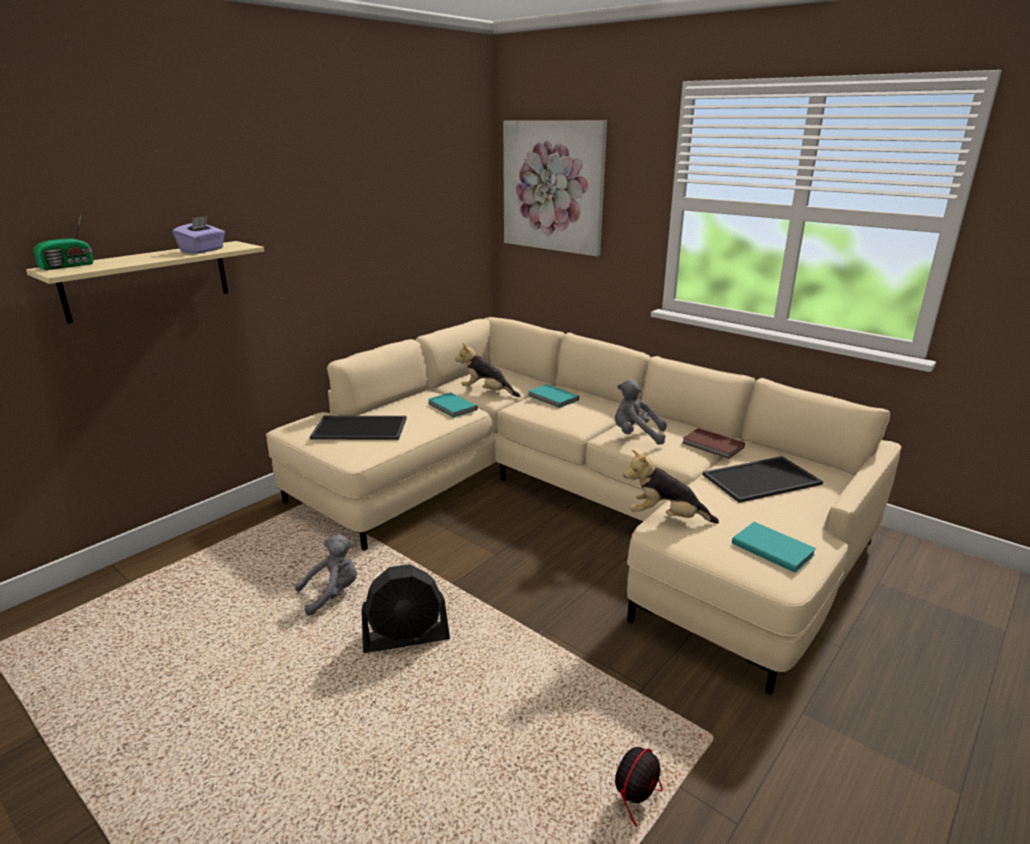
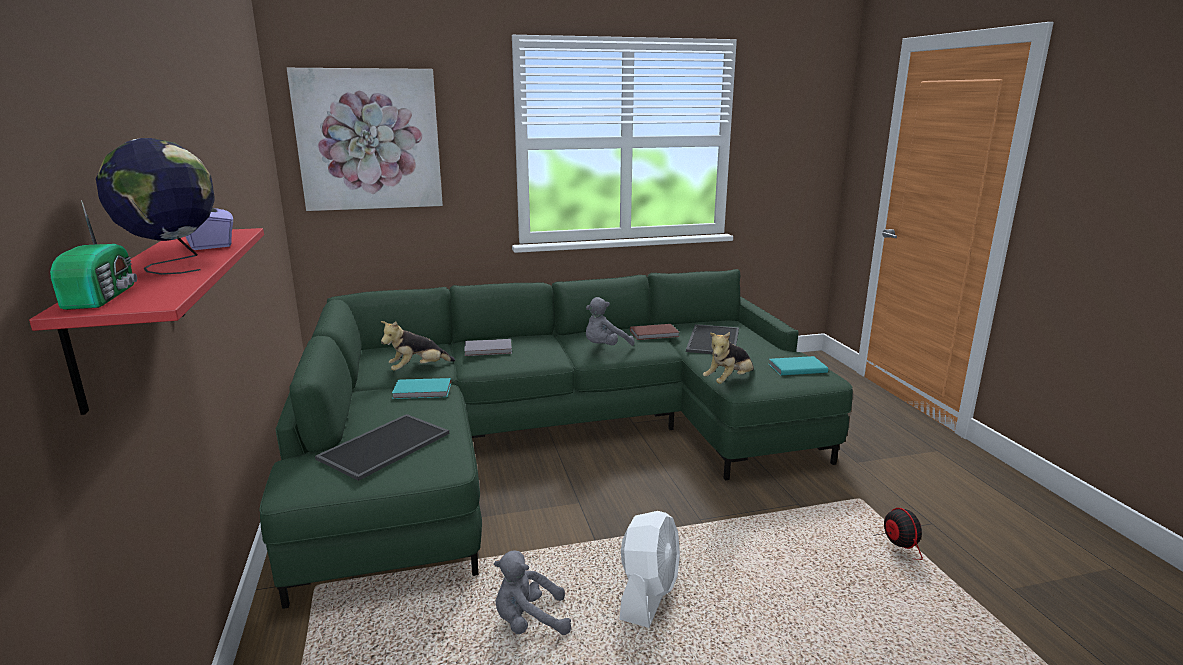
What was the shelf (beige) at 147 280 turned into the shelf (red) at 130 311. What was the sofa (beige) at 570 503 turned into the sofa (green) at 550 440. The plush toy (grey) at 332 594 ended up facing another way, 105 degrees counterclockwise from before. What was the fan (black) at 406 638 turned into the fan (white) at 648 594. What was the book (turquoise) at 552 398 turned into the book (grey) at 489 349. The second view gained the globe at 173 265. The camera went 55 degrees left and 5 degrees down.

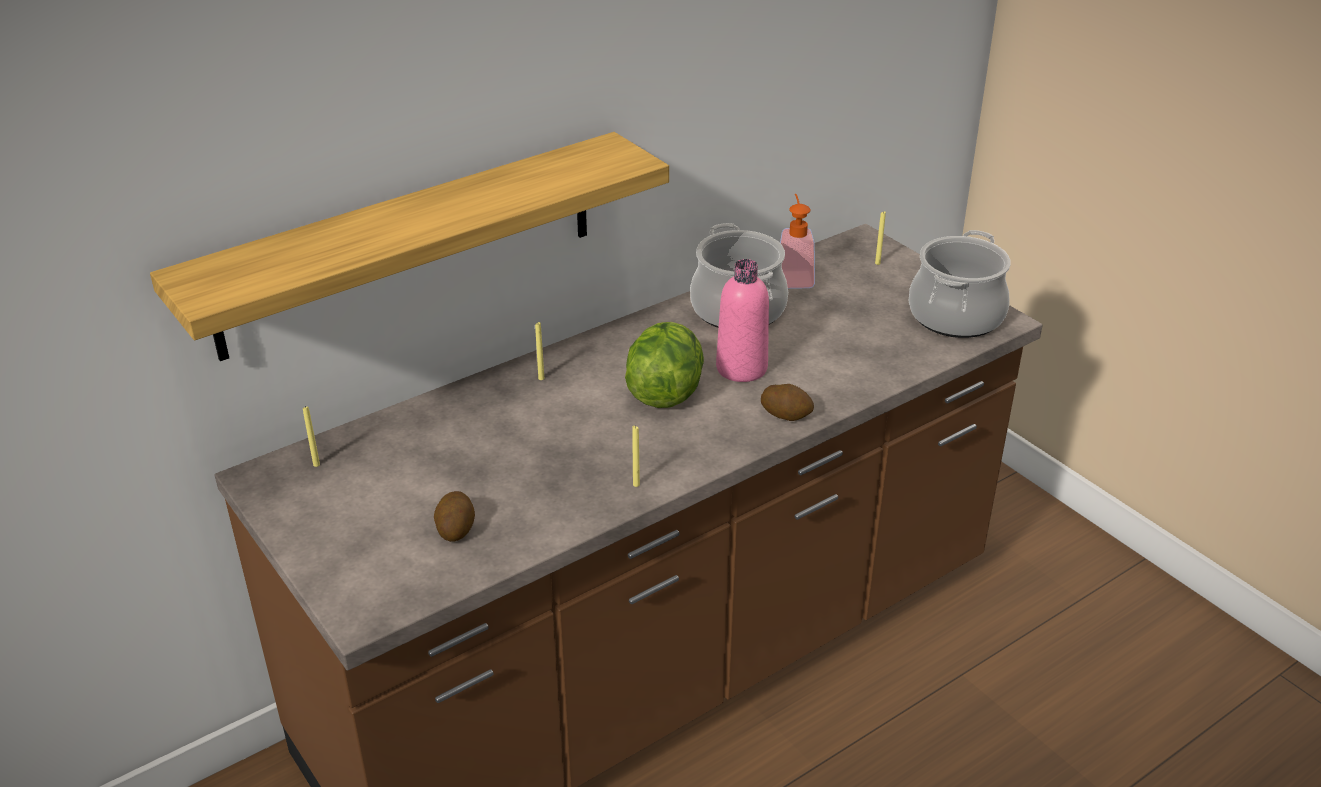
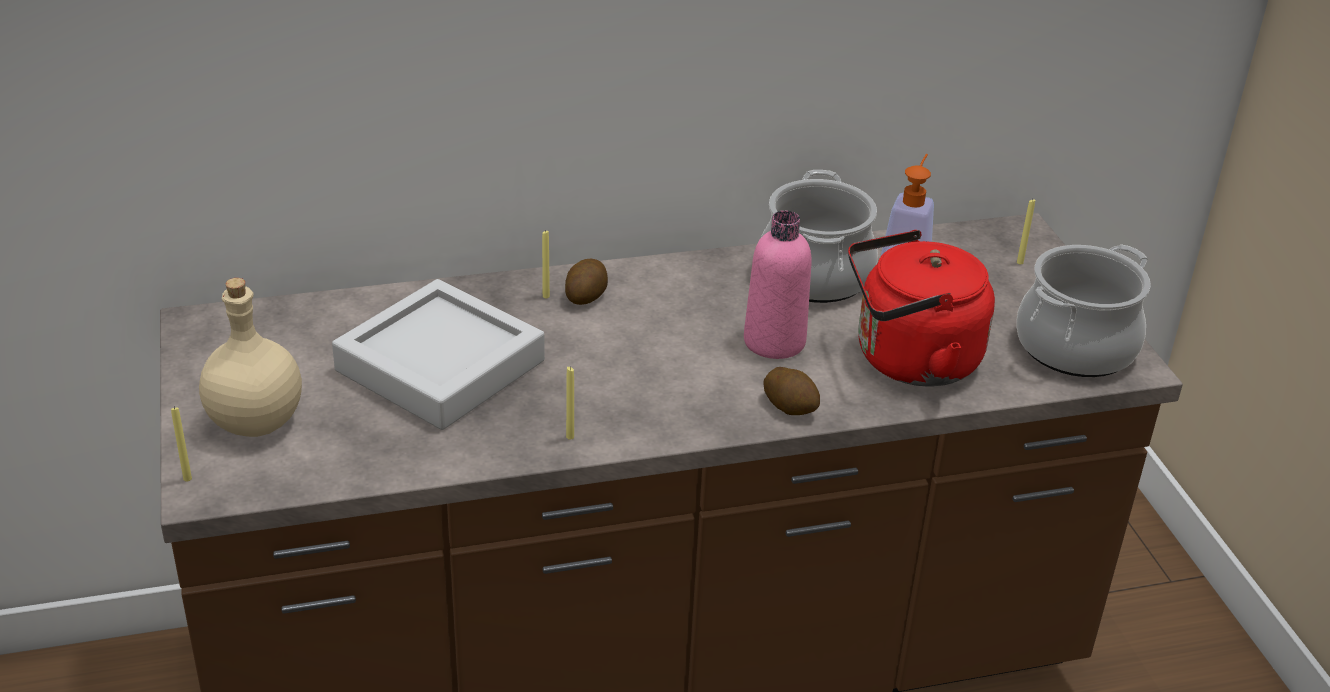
The second view lost the shelf at 409 244. The candle (yellow) ended up elsewhere, having gone from 316 464 to 187 478. The potato ended up elsewhere, having gone from 455 528 to 586 295. The second view lost the lettuce at 665 392. The second view gained the bottle (beige) at 254 423. The second view gained the tray (grey) at 440 366. The second view gained the kettle (red) at 909 361. The camera went 20 degrees right and 0 degrees up.

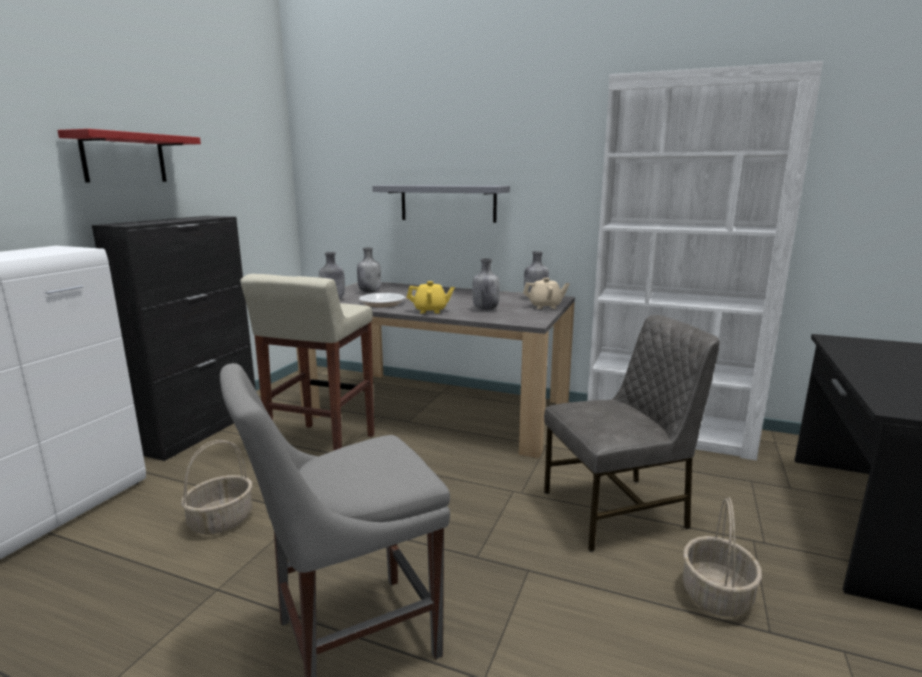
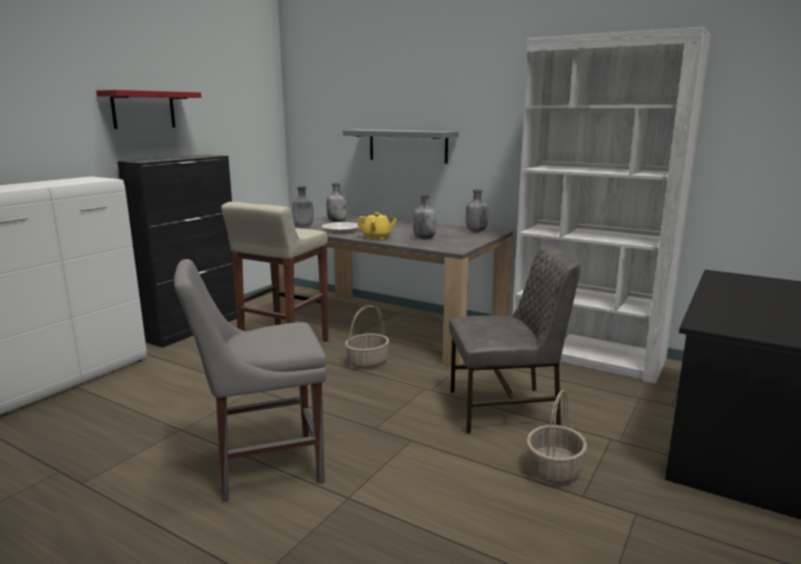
The basket ended up elsewhere, having gone from 222 520 to 367 362. The second view lost the teapot (beige) at 545 306. The camera went 10 degrees right and 0 degrees up.

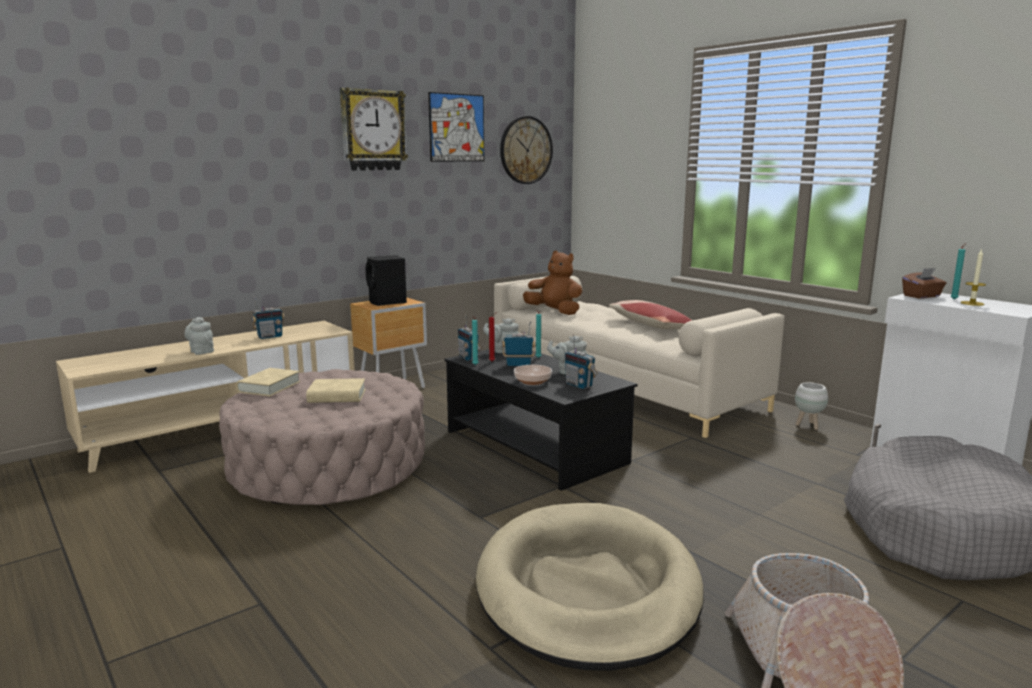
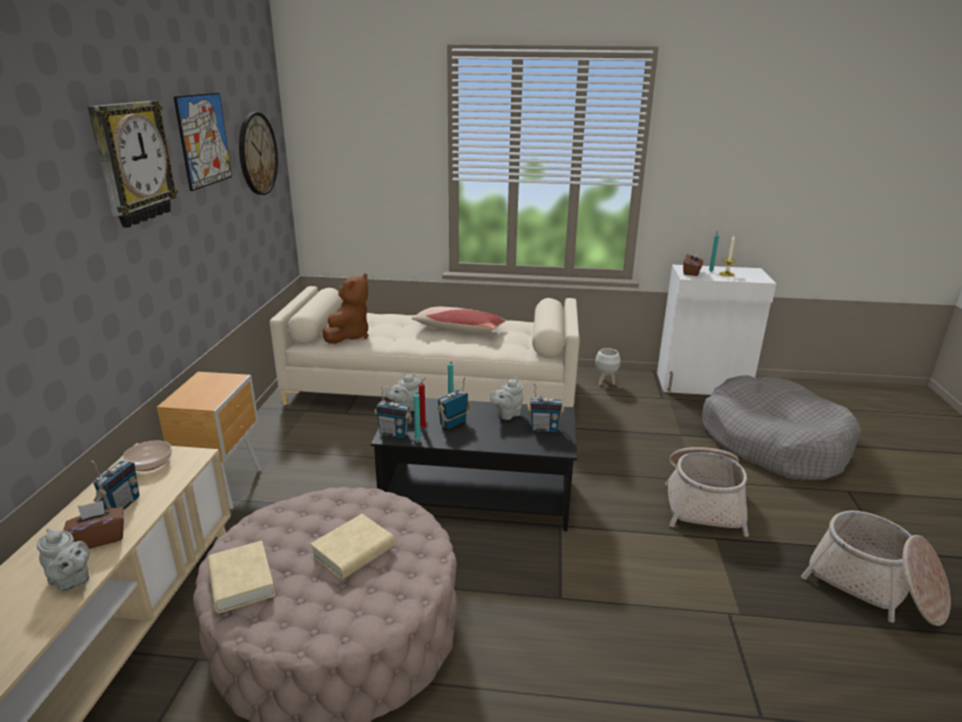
The teapot (grey) at 201 351 ended up facing another way, 150 degrees counterclockwise from before. The second view lost the speaker (black) at 387 302. The second view lost the dog bed (beige) at 587 590. The bowl ended up elsewhere, having gone from 532 381 to 149 464. The plush toy (brown) at 554 312 ended up facing another way, 120 degrees clockwise from before. The second view gained the tissue box (brown) at 99 538. The second view gained the basket at 703 501. The camera went 45 degrees left and 10 degrees up.

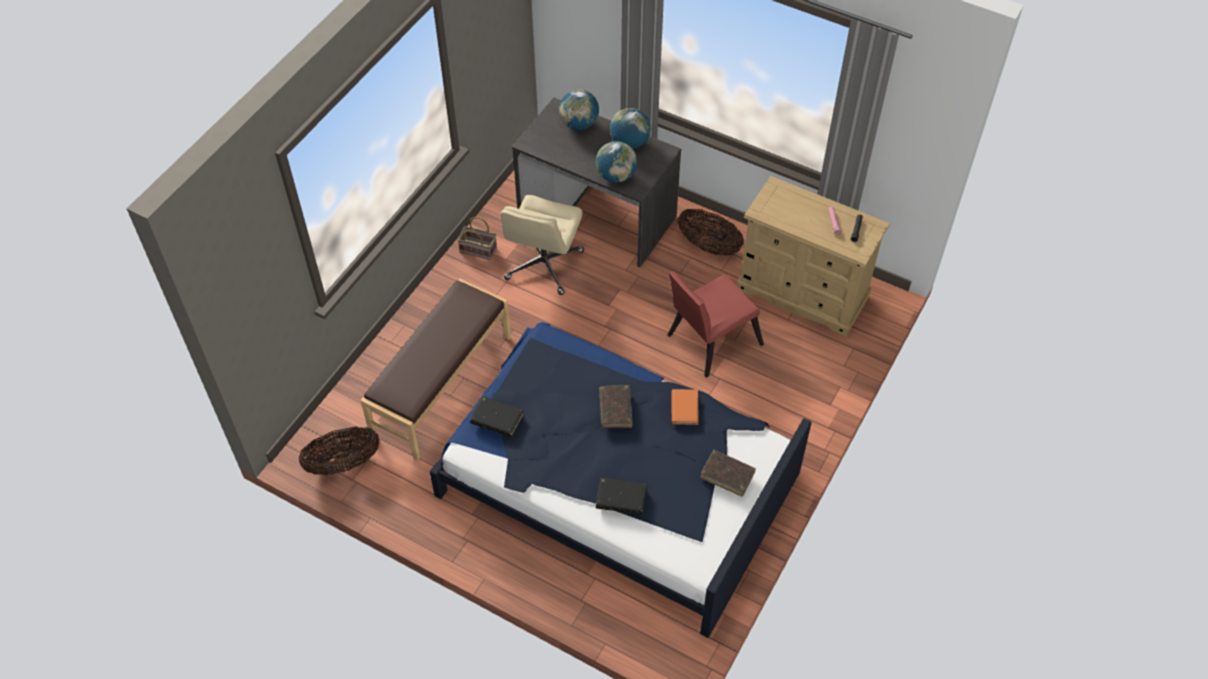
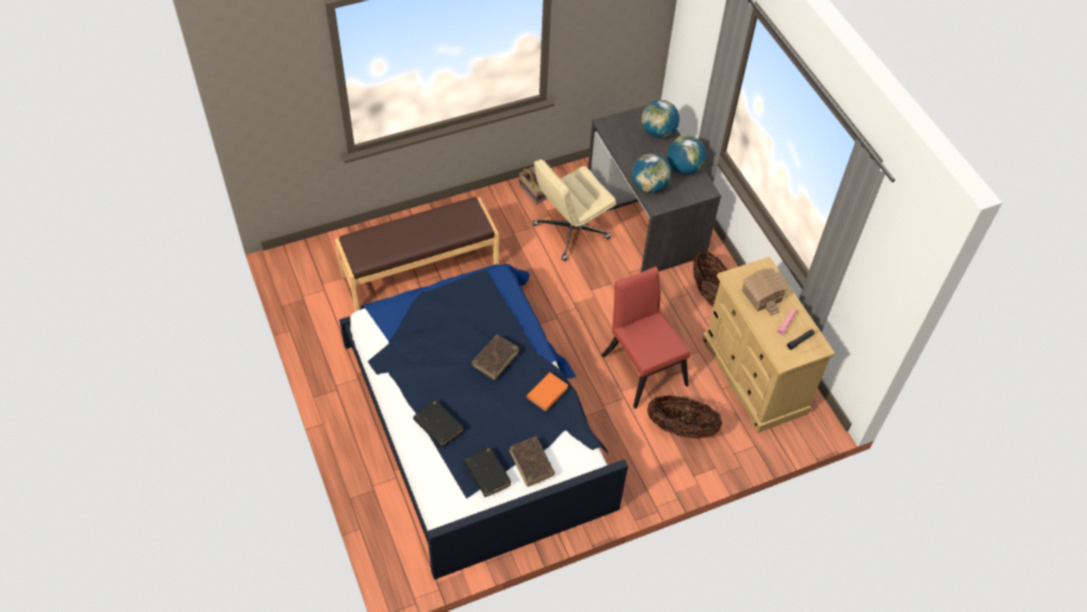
The basket ended up elsewhere, having gone from 343 463 to 681 428. The book (black) ended up elsewhere, having gone from 497 420 to 487 474. The chair (red) at 709 341 ended up facing another way, 60 degrees clockwise from before. The second view gained the toy house at 762 295. The camera went 35 degrees right and 0 degrees up.

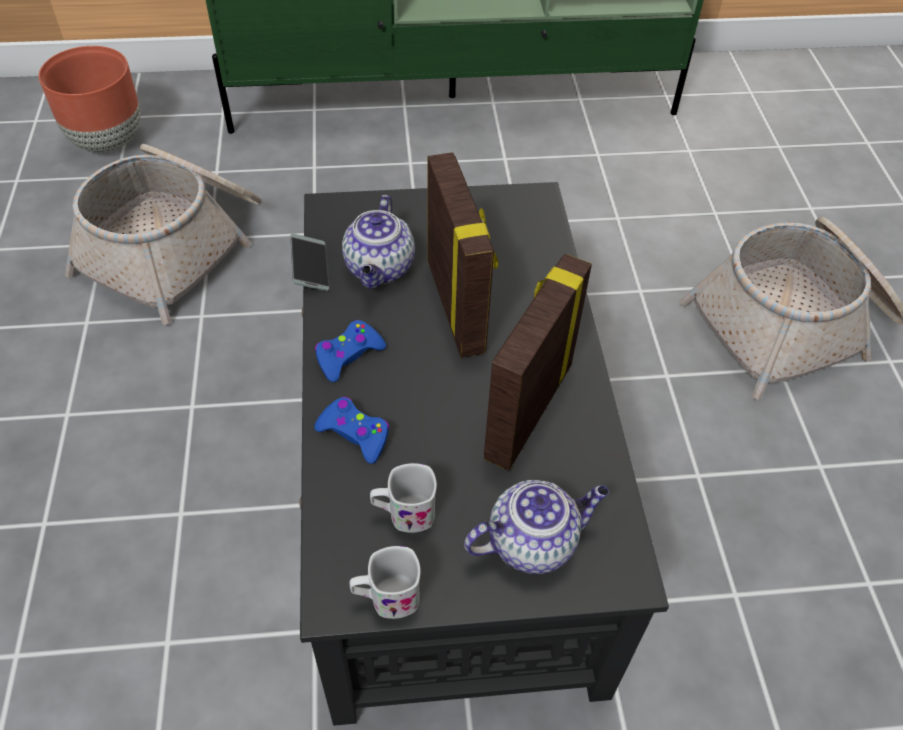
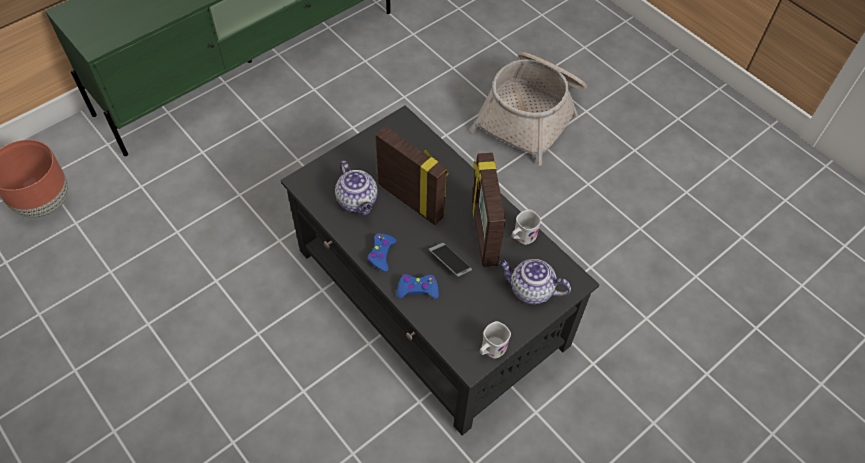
The second view lost the basket at 177 246. The phone ended up elsewhere, having gone from 310 268 to 450 262. The mug (white) ended up elsewhere, having gone from 404 514 to 522 237. The teapot at 533 541 ended up facing another way, 105 degrees counterclockwise from before. The camera went 35 degrees left and 5 degrees up.

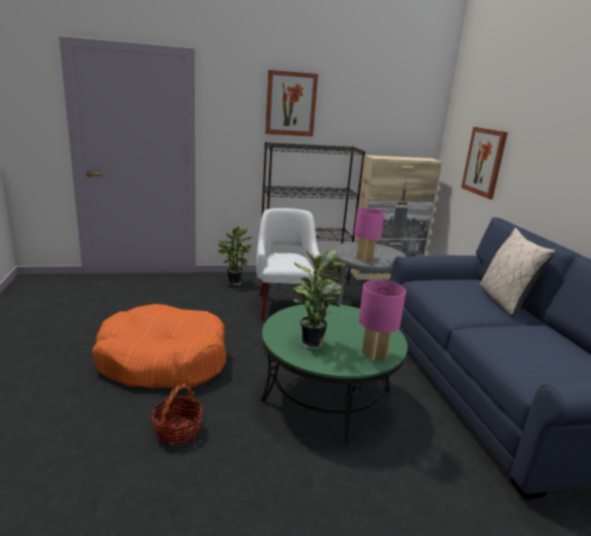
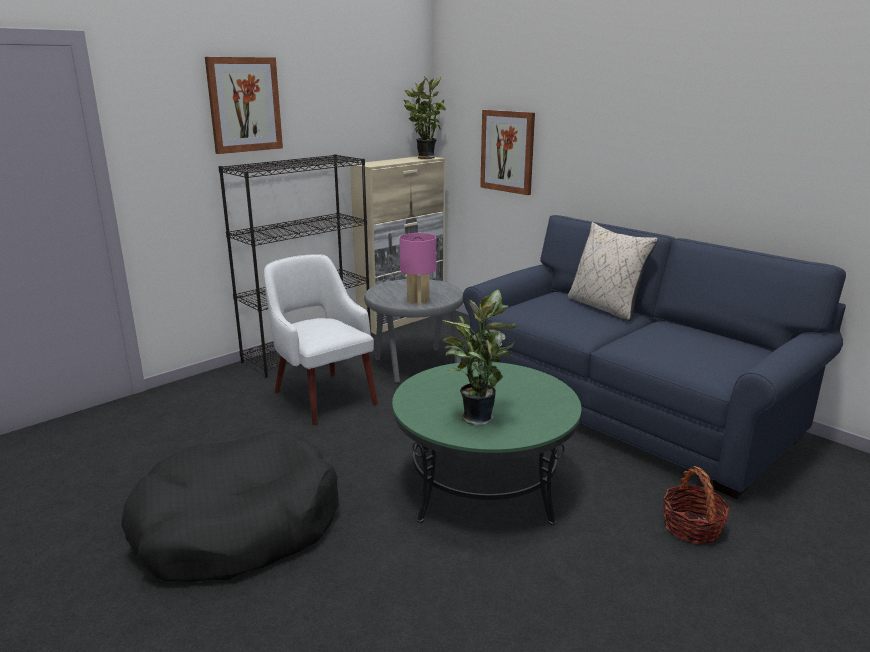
What was the dog bed (orange) at 163 361 turned into the dog bed (black) at 237 526. The basket ended up elsewhere, having gone from 178 431 to 692 527. The potted plant ended up elsewhere, having gone from 233 282 to 424 157. The second view lost the table lamp (pink) at 374 356. The camera went 30 degrees left and 0 degrees up.

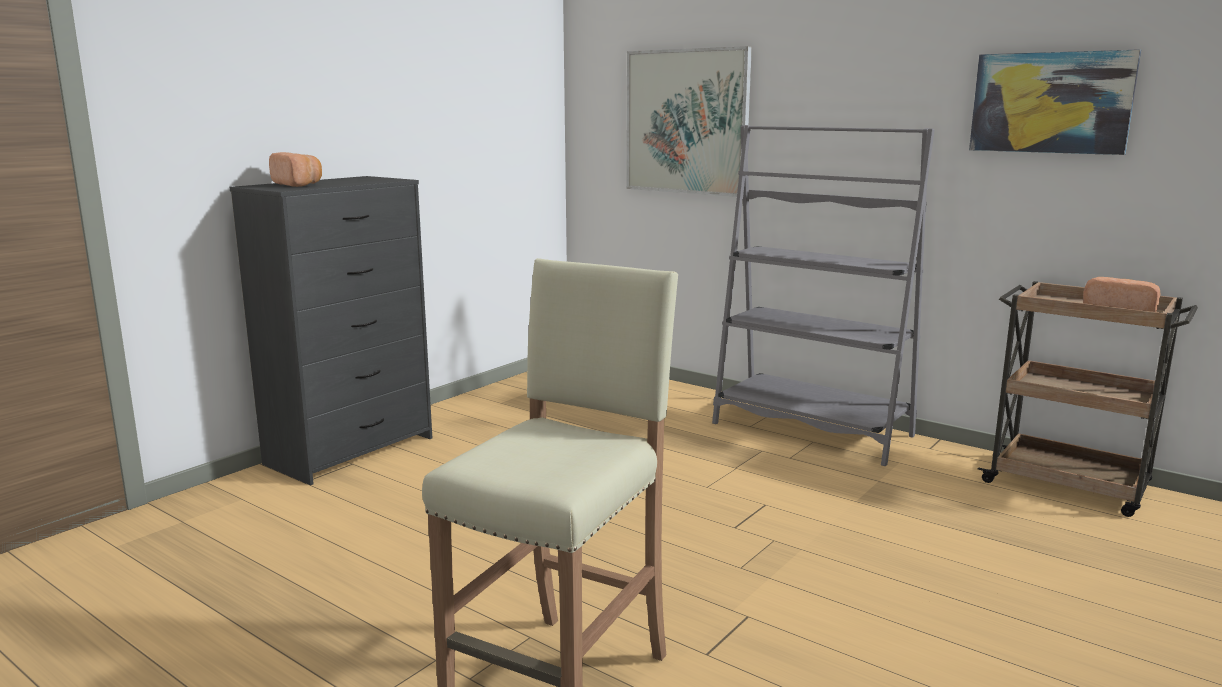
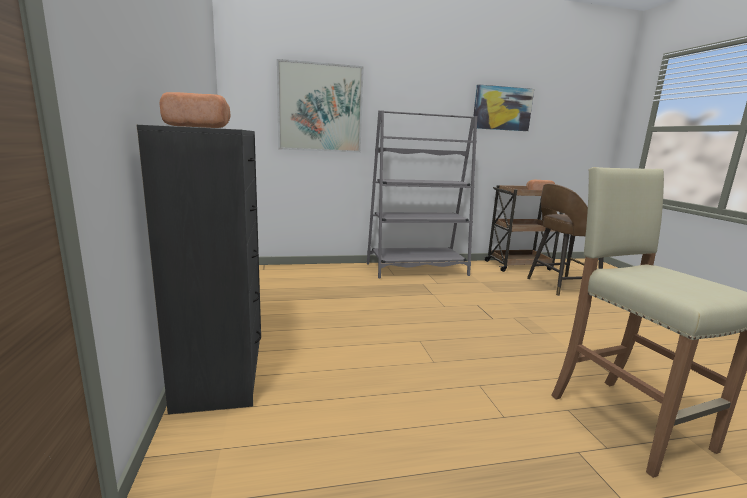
The second view gained the stool (brown) at 560 285. The camera went 50 degrees left and 0 degrees up.

